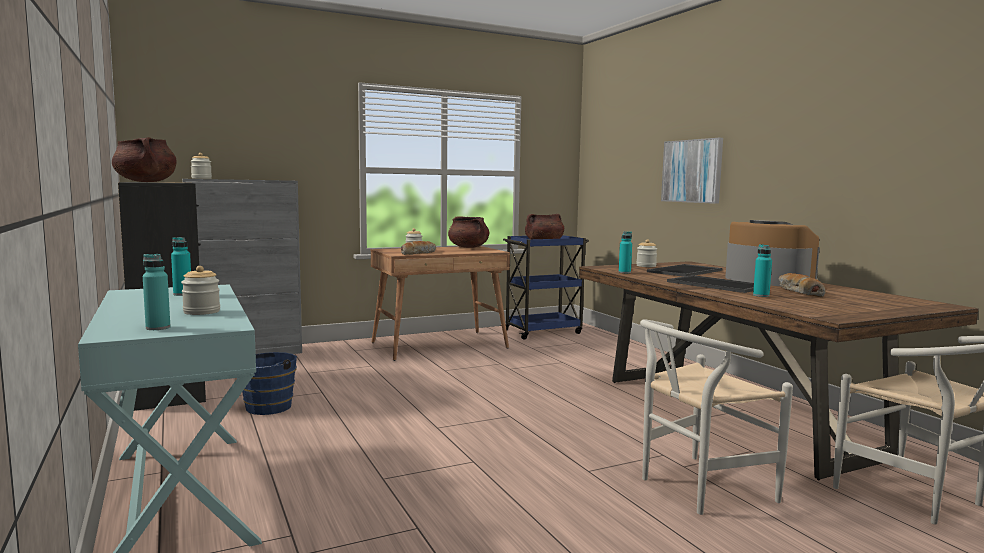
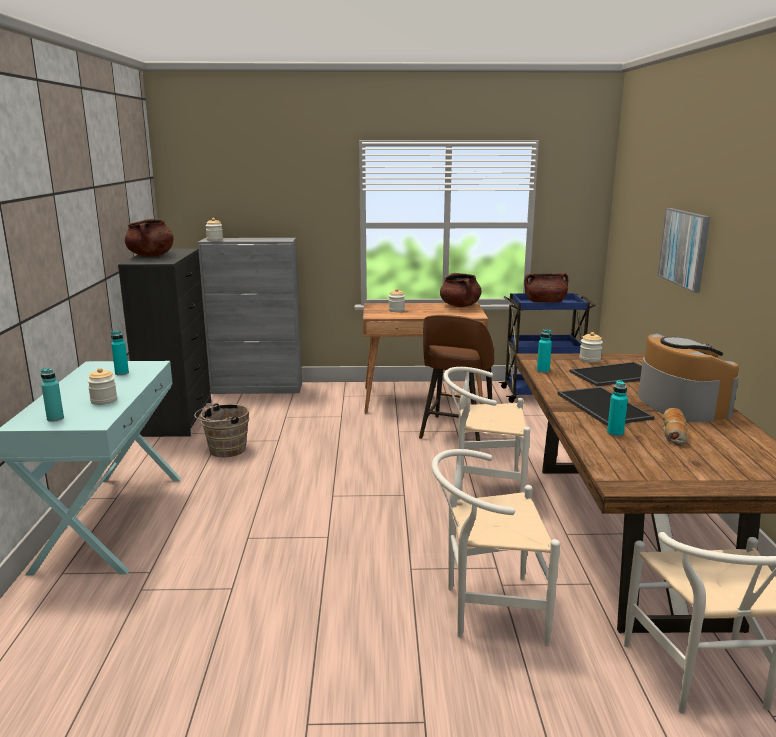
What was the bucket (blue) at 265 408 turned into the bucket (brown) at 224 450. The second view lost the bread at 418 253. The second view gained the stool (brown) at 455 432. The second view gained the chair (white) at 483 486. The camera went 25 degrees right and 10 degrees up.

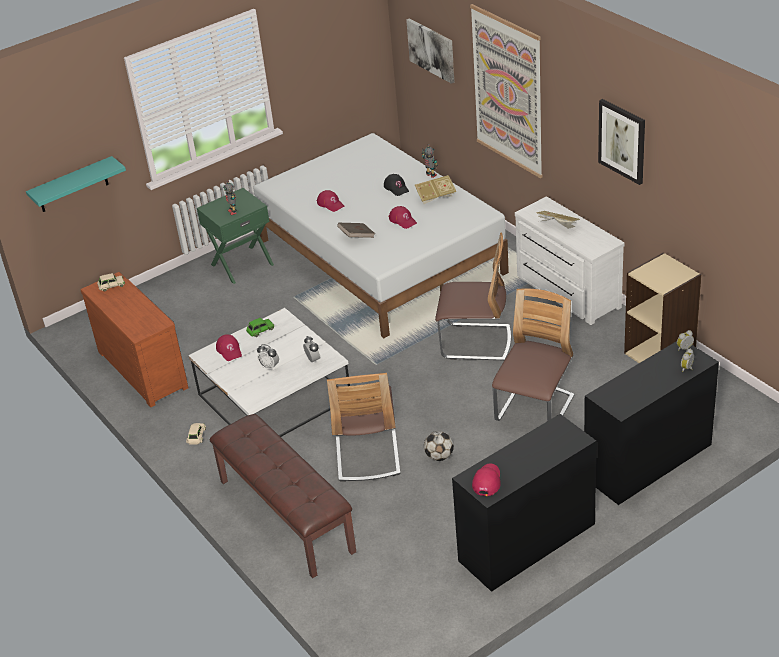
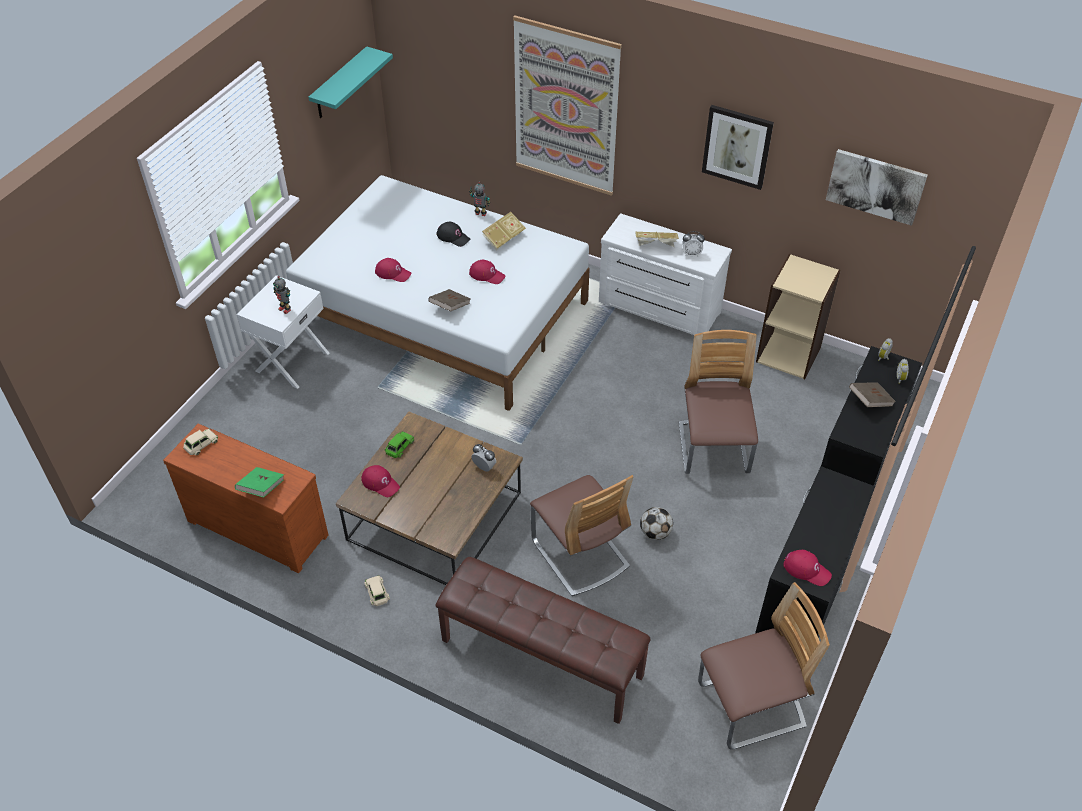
The shelf (turquoise) ended up elsewhere, having gone from 72 185 to 340 84. What was the coffee table (white) at 272 396 turned into the coffee table (brown) at 433 516. What was the nightstand (green) at 241 264 turned into the nightstand (white) at 291 361. The alarm clock ended up elsewhere, having gone from 269 367 to 691 254. The picture ended up elsewhere, having gone from 431 50 to 875 186. The chair ended up elsewhere, having gone from 475 342 to 750 706. The cap (red) at 487 481 ended up facing another way, 135 degrees clockwise from before. The second view gained the book (green) at 261 488. The second view gained the book (brown) at 869 401. The camera went 30 degrees left and 10 degrees up.

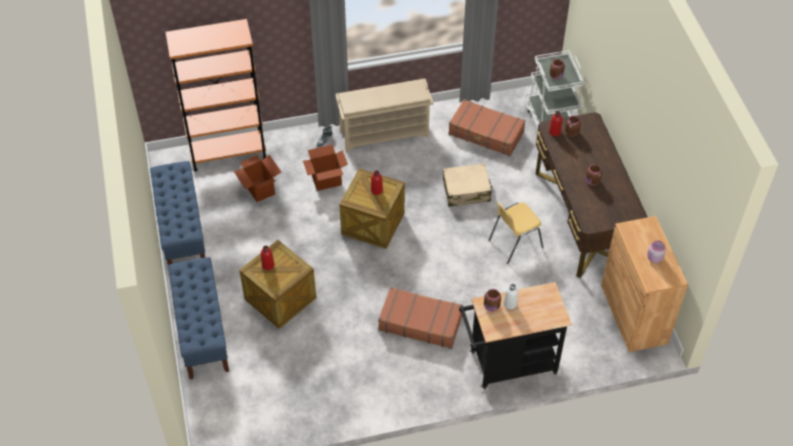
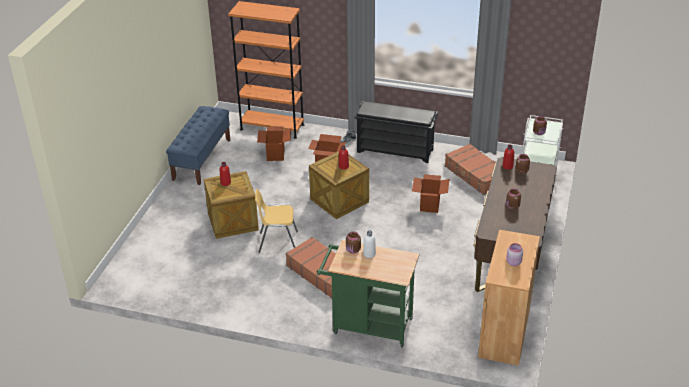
The second view lost the bench (blue) at 202 330. What was the shoe rack (beige) at 385 133 turned into the shoe rack (black) at 396 150. Where the suitcase (beige) stood at 466 190, the cardboard box came to stand at 429 205. What was the cart (black) at 507 364 turned into the cart (green) at 368 326. The chair (yellow) ended up elsewhere, having gone from 514 243 to 277 242. The camera went 30 degrees right and 15 degrees down.

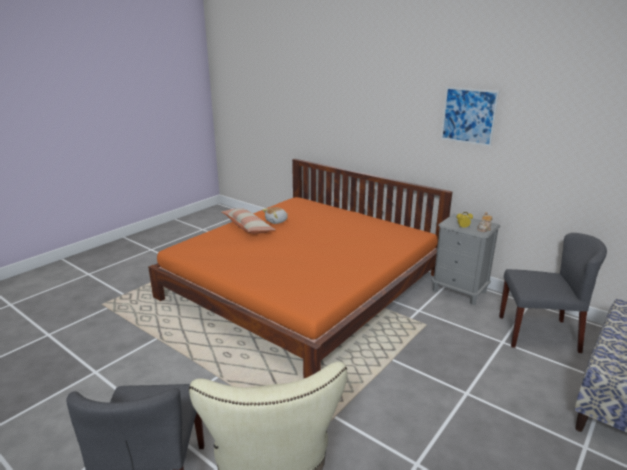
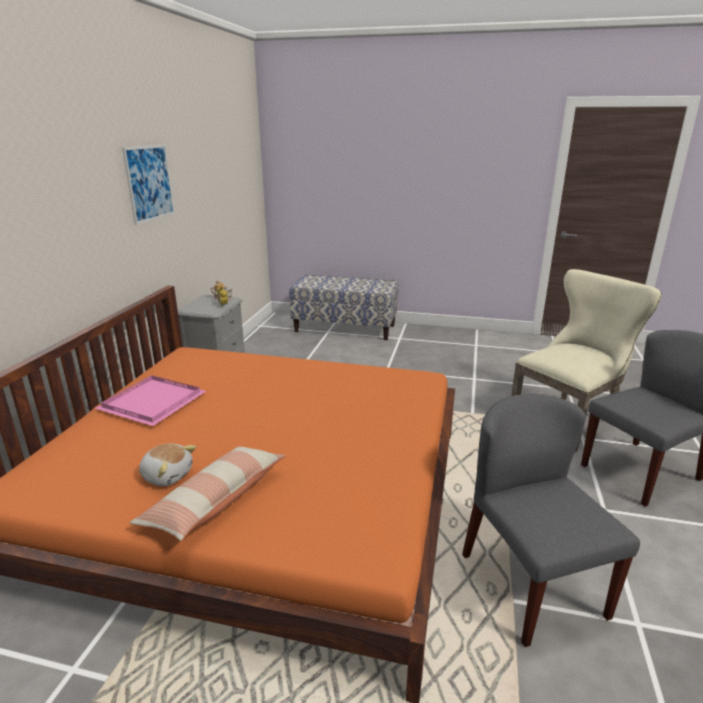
The chair (grey) ended up elsewhere, having gone from 538 333 to 531 584. The second view gained the tray (pink) at 155 402. The camera went 115 degrees left and 0 degrees up.

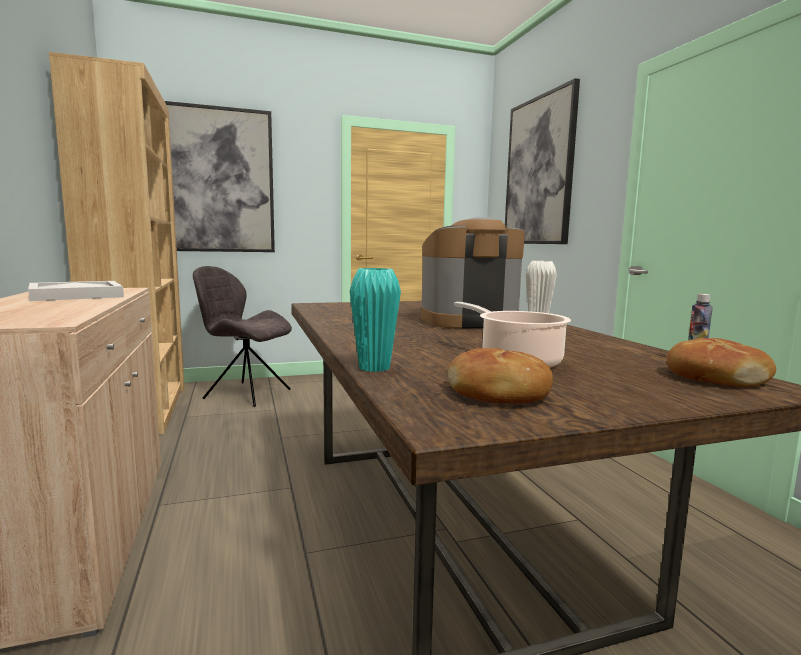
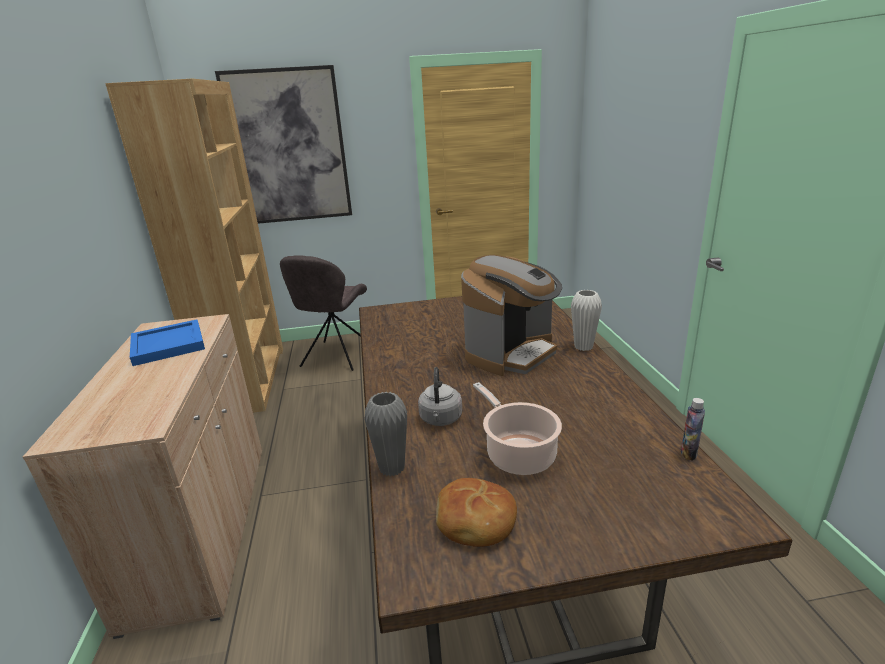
What was the tray (white) at 77 295 turned into the tray (blue) at 169 344. The chair (grey) at 245 393 ended up facing another way, 105 degrees counterclockwise from before. What was the vase (turquoise) at 374 368 turned into the vase (grey) at 392 468. The coffee machine at 468 321 ended up facing another way, 135 degrees clockwise from before. The second view lost the picture at 539 171. The second view lost the bread at 714 377. The second view gained the kettle (grey) at 440 419. The camera went 10 degrees right and 15 degrees up.

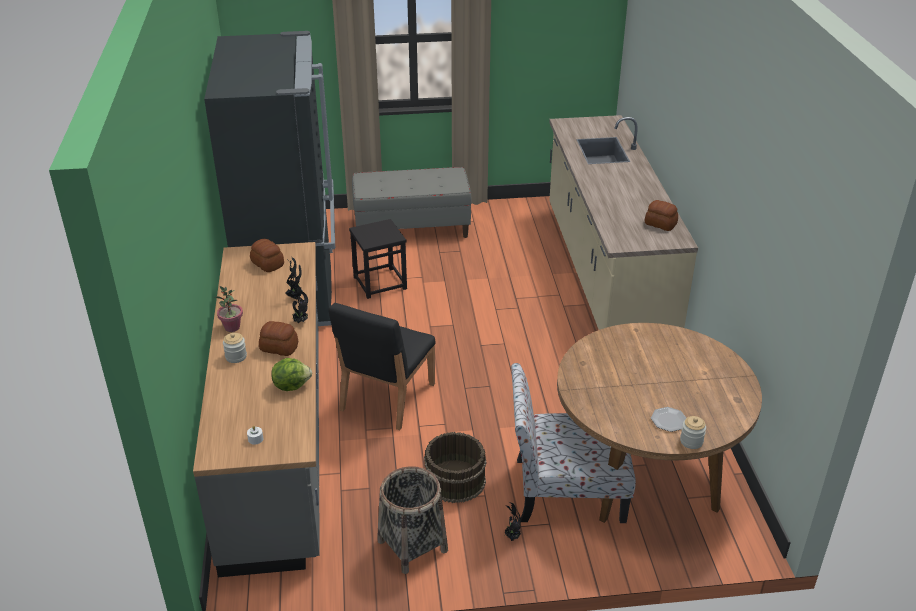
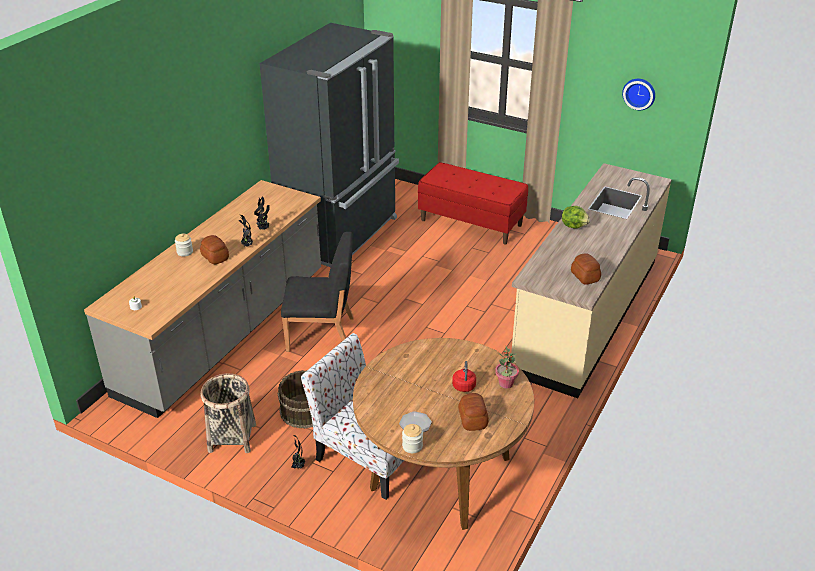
The potted plant ended up elsewhere, having gone from 232 327 to 506 384. The bread ended up elsewhere, having gone from 267 263 to 473 419. The lettuce ended up elsewhere, having gone from 291 385 to 574 226. The chair (black) at 386 397 ended up facing another way, 150 degrees counterclockwise from before. The second view lost the stool (black) at 380 283. What was the bench (grey) at 412 228 turned into the bench (red) at 471 222. The second view gained the kettle (red) at 464 385. The second view gained the wall clock at 639 93. The camera went 35 degrees right and 0 degrees up.

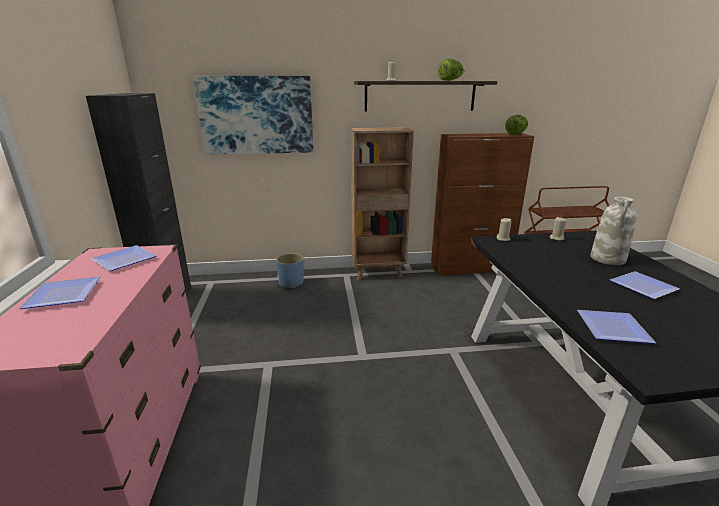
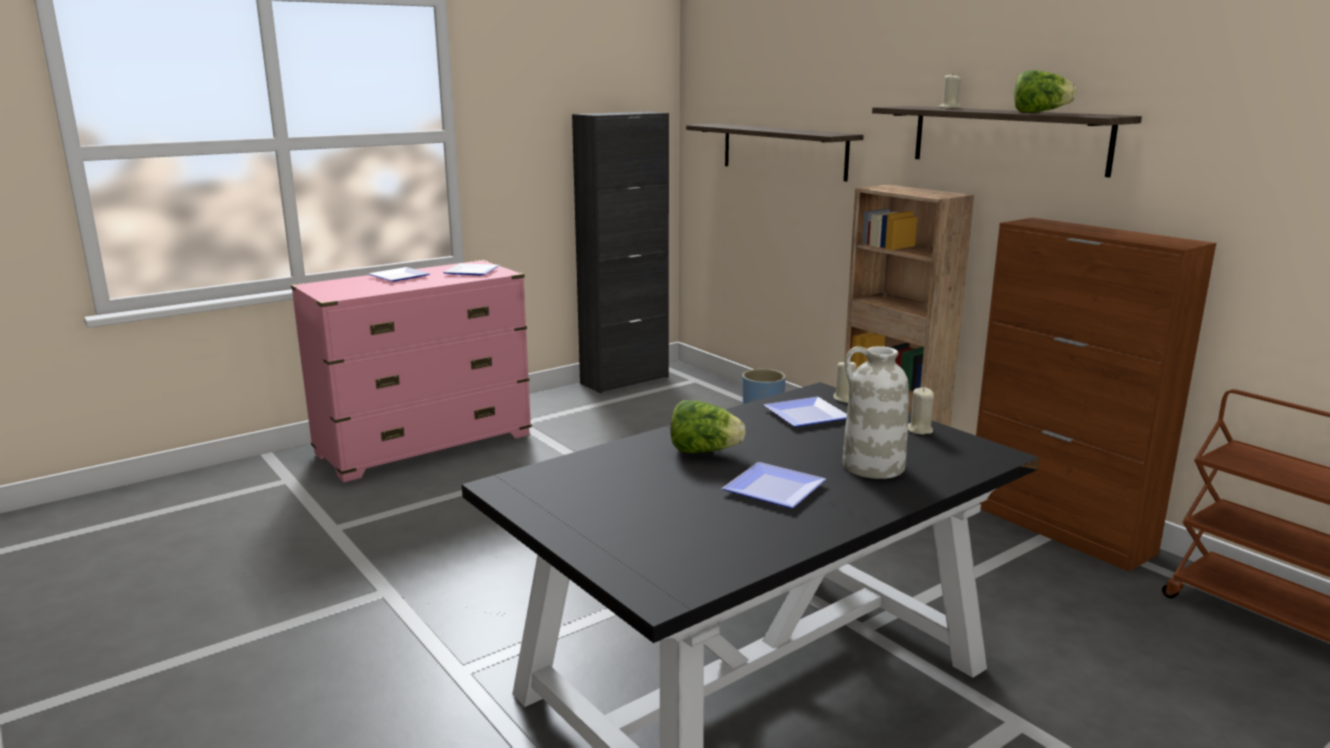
Where the picture hung at 256 115, the shelf came to hang at 783 151. The lettuce ended up elsewhere, having gone from 516 134 to 704 451. The plate ended up elsewhere, having gone from 613 328 to 809 416. The camera went 60 degrees right and 5 degrees down.

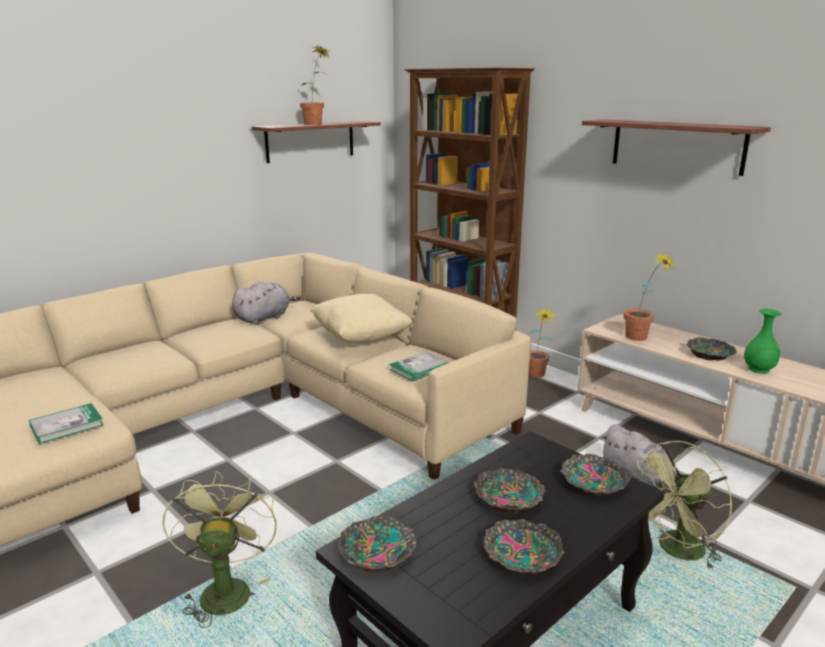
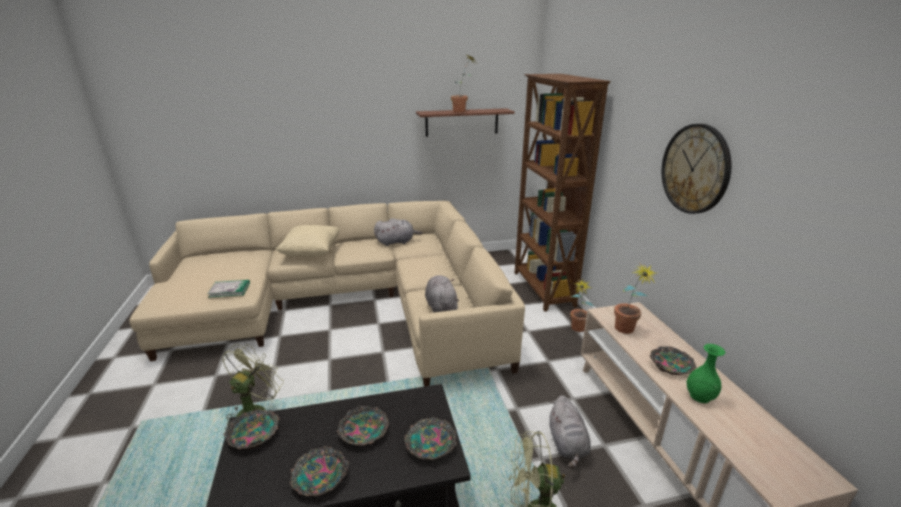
The pillow (beige) ended up elsewhere, having gone from 361 337 to 311 253. Where the book stood at 419 369, the plush toy (grey) came to stand at 441 307. Where the shelf hung at 676 146, the wall clock came to hang at 695 169. The camera went 30 degrees right and 5 degrees up.

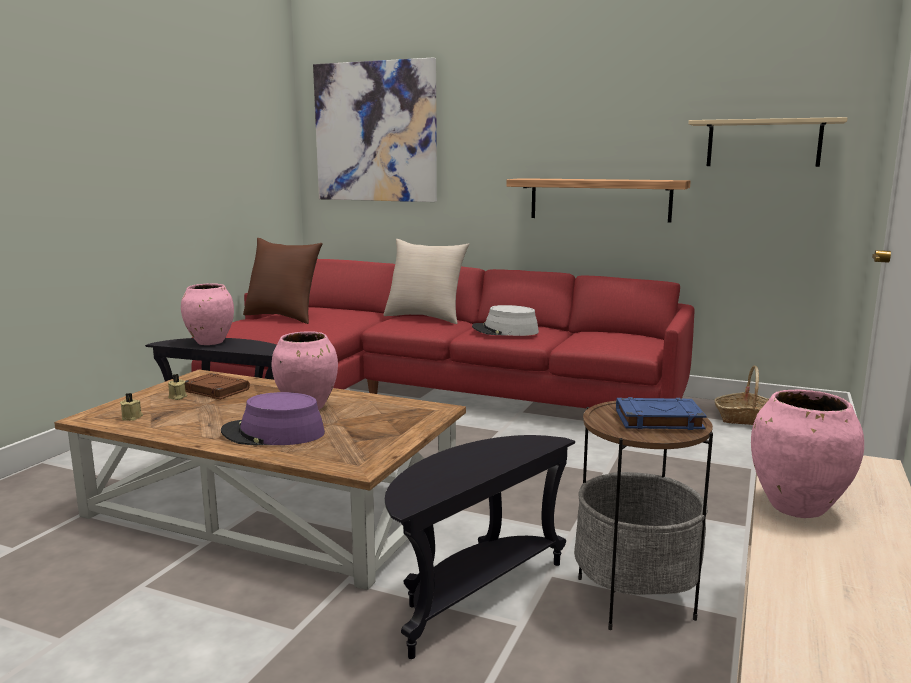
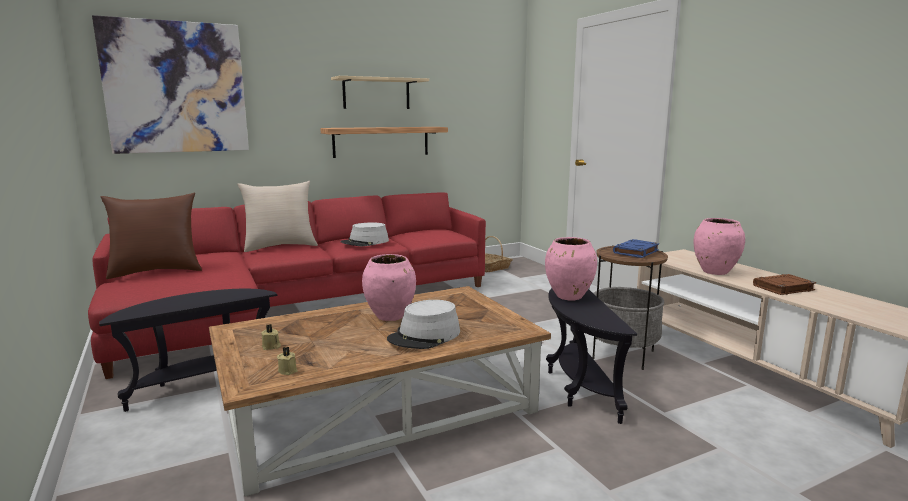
The vase (pink) ended up elsewhere, having gone from 209 342 to 569 297. The book (brown) ended up elsewhere, having gone from 215 390 to 783 288. What was the hat (purple) at 273 433 turned into the hat (grey) at 425 336. The shelf (beige) ended up elsewhere, having gone from 763 143 to 376 93. The camera went 50 degrees left and 0 degrees up.

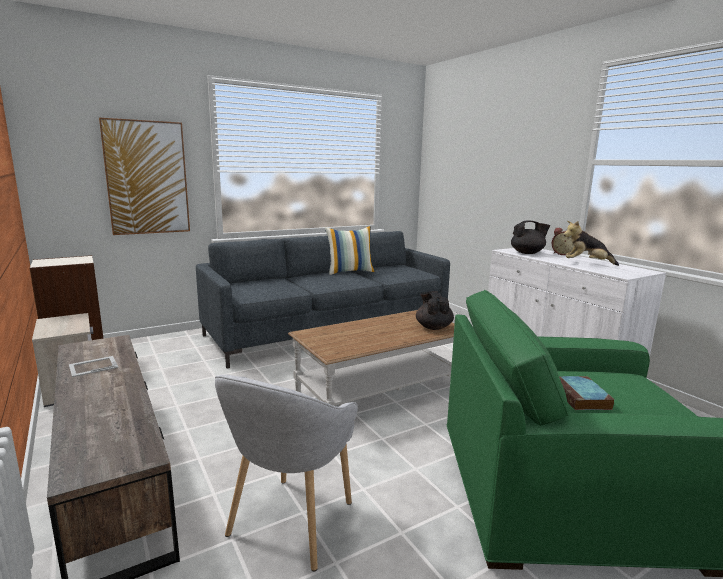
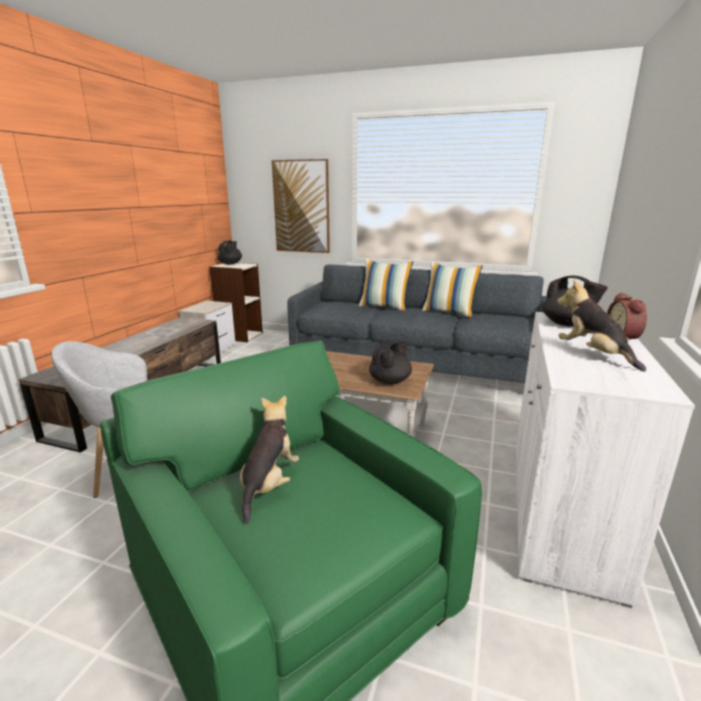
Where the book stood at 581 397, the plush toy came to stand at 269 485. The second view gained the teapot (black) at 230 264. The second view gained the pillow at 384 307. The camera went 50 degrees right and 5 degrees up.

